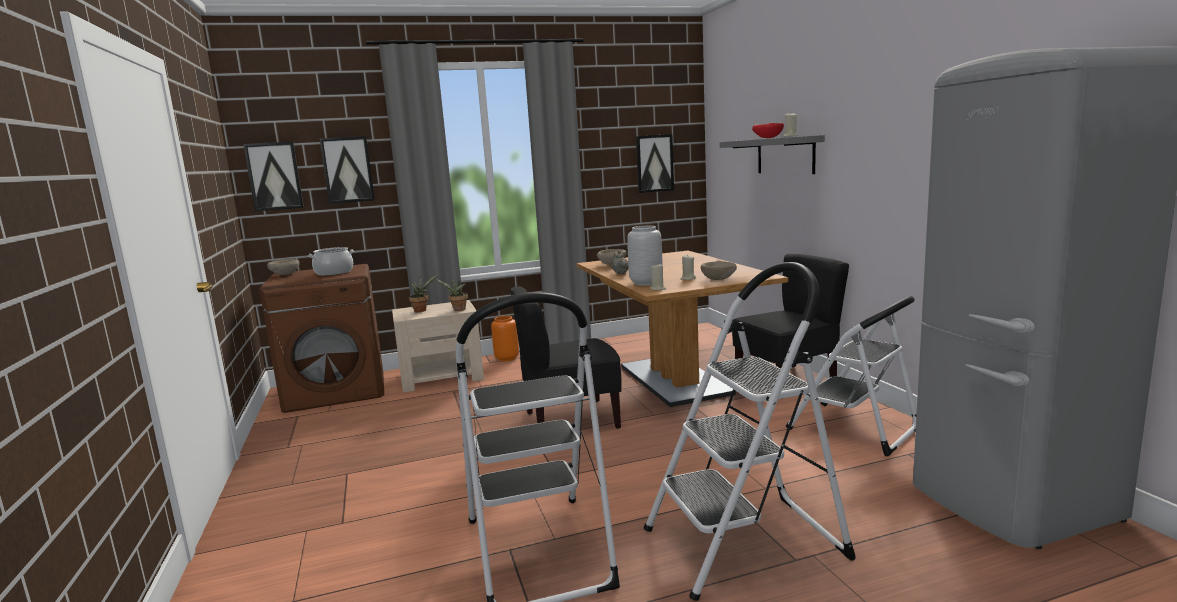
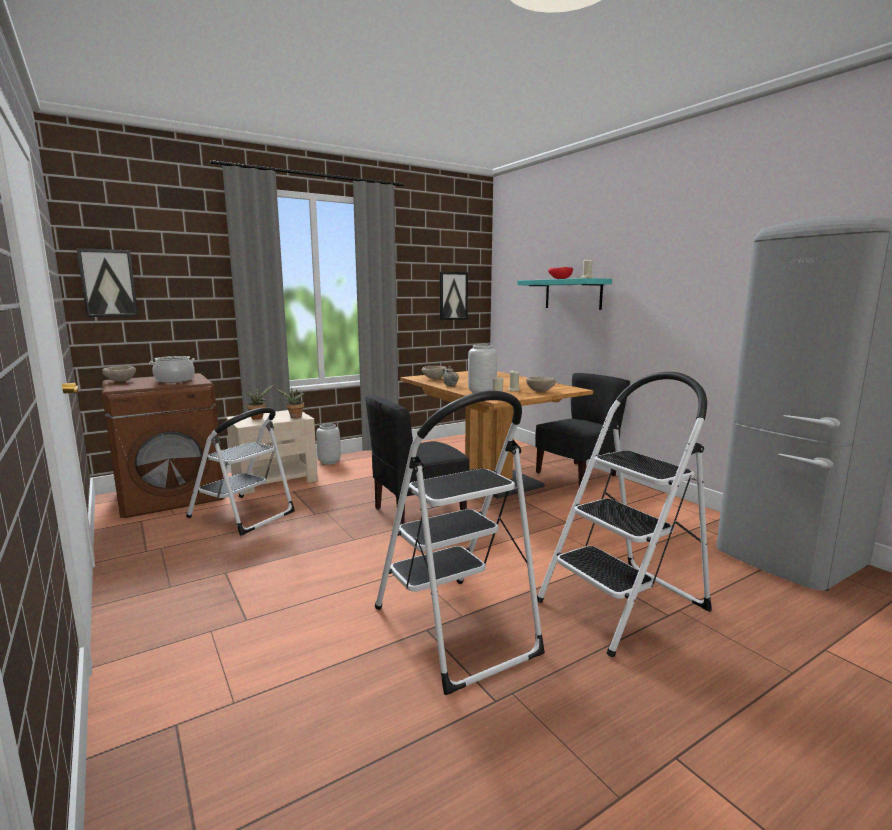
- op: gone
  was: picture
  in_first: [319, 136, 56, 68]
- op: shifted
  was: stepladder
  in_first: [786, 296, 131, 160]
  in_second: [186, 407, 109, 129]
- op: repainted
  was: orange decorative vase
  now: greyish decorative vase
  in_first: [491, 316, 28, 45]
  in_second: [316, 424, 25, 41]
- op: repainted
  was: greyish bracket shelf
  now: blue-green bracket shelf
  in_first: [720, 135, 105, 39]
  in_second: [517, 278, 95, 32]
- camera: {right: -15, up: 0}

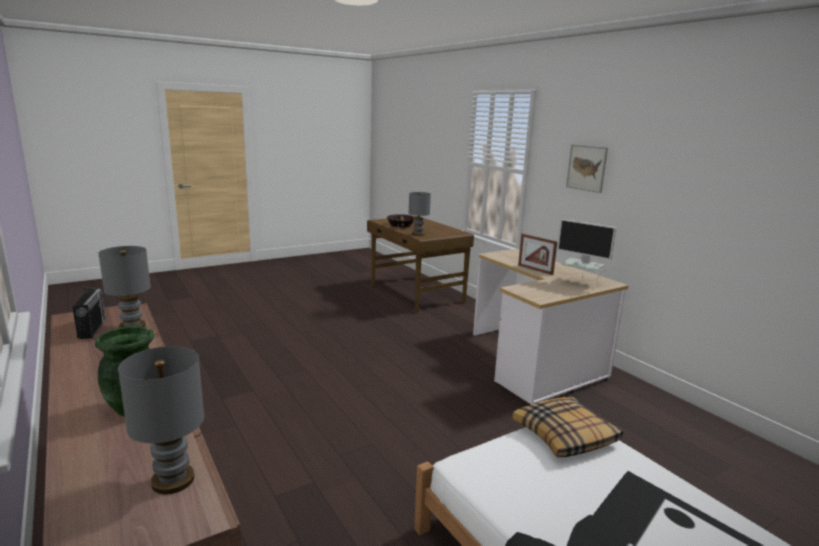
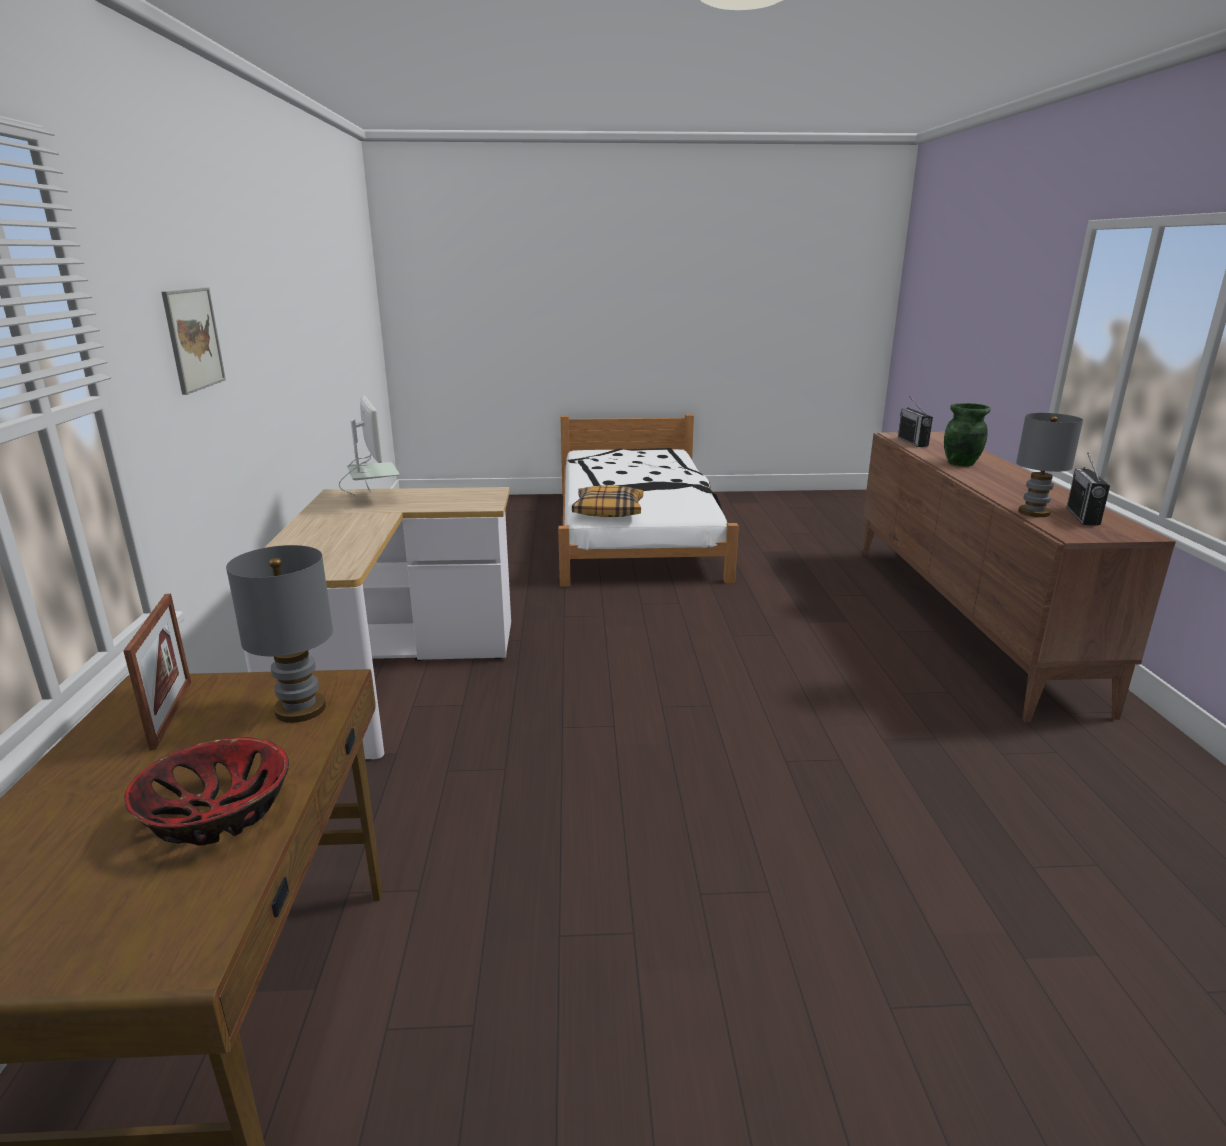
- op: shifted
  was: standing frame
  in_first: [518, 234, 39, 41]
  in_second: [123, 594, 68, 157]
- op: swapped
  was: greyish table lamp
  now: radio
  in_first: [118, 346, 86, 148]
  in_second: [898, 396, 35, 51]
- camera: {right: -150, up: 5}

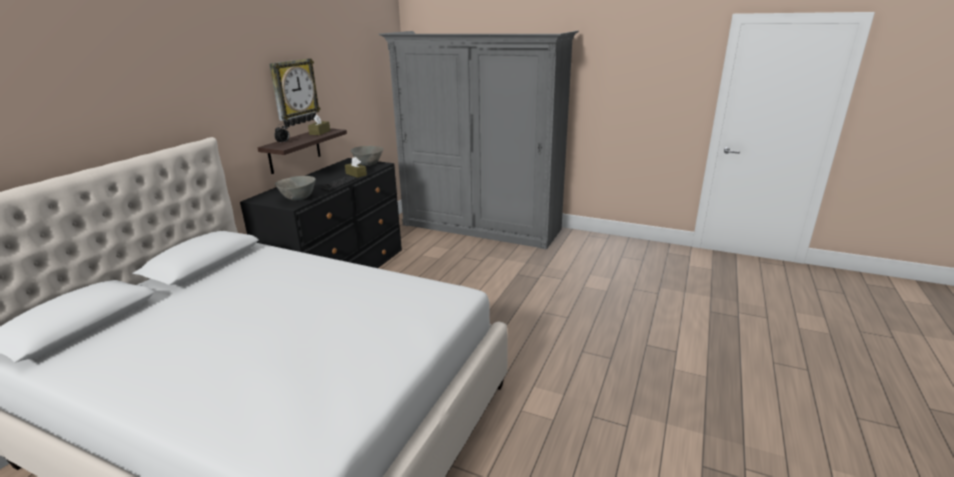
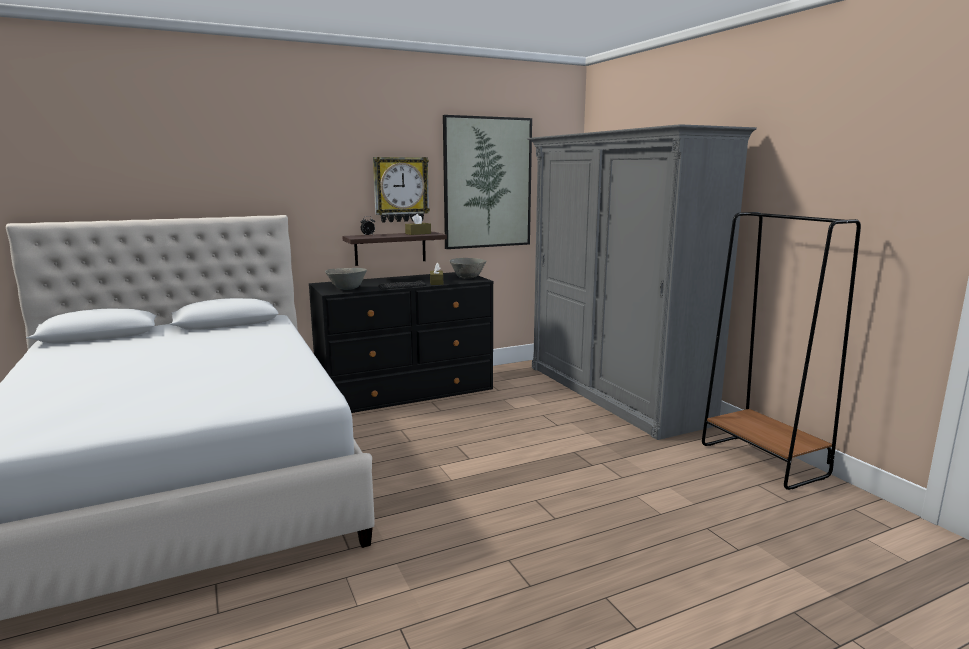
- op: new
  now: picture
  in_second: [443, 115, 89, 134]
- op: new
  now: garment rack
  in_second: [702, 212, 159, 278]
- camera: {right: 40, up: -10}

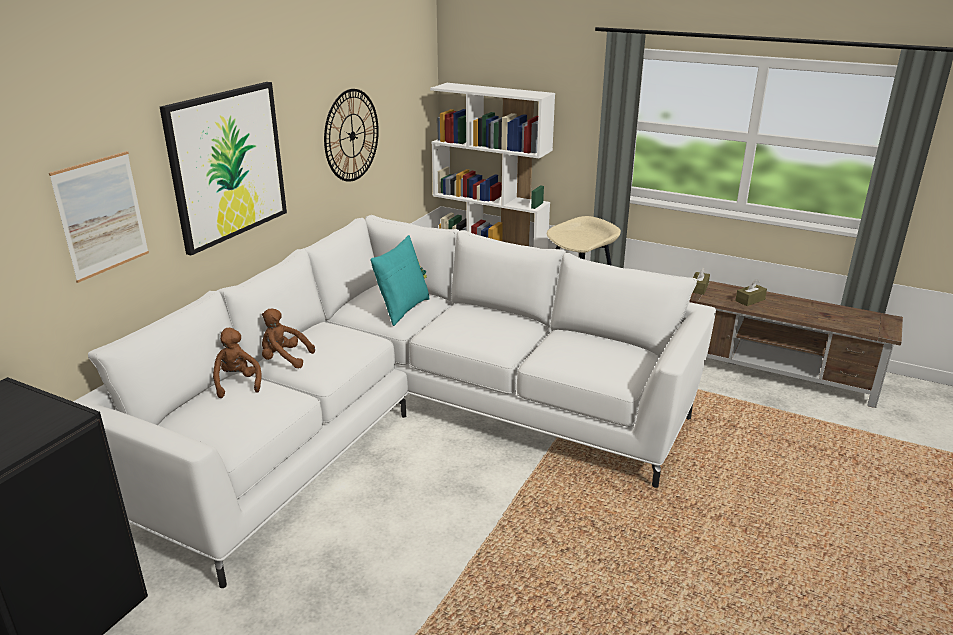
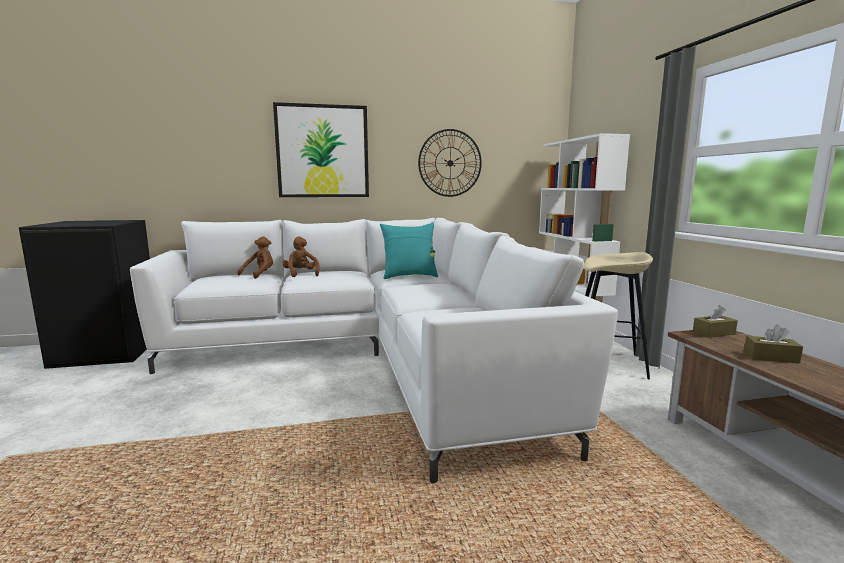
- op: gone
  was: picture
  in_first: [49, 151, 100, 132]
- camera: {right: 50, up: -15}

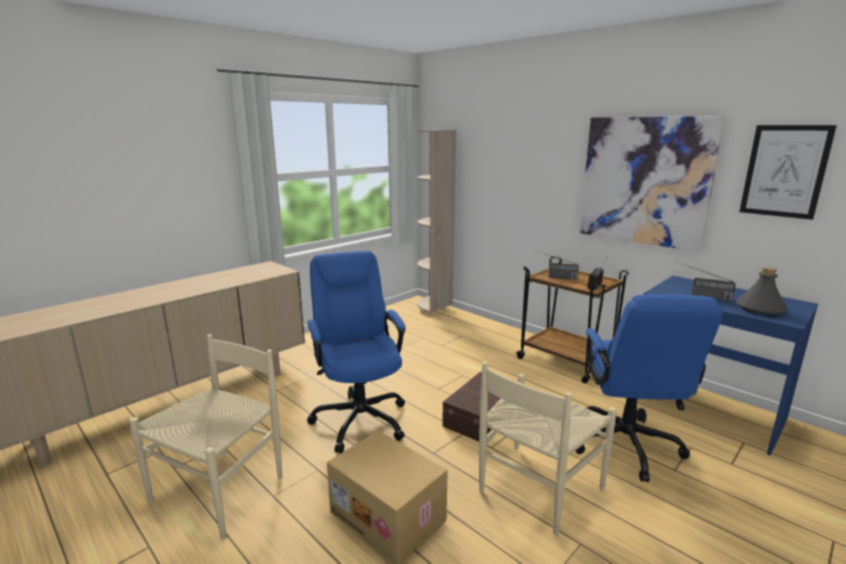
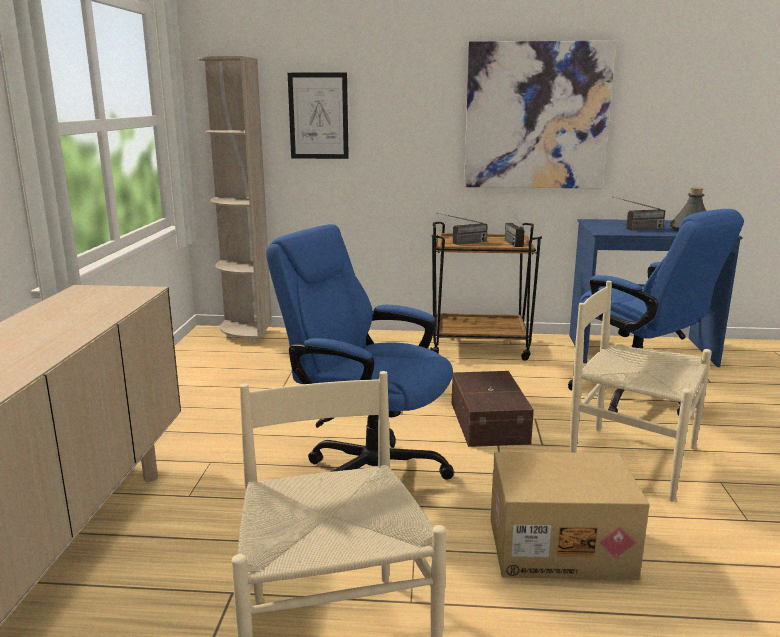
- op: shifted
  was: picture
  in_first: [739, 125, 98, 95]
  in_second: [288, 72, 61, 87]
- op: rotated
  was: sand-coloured plain chair
  in_first: [479, 362, 138, 173]
  in_second: [570, 281, 142, 221]
  clockwise: 120
- camera: {right: -40, up: 0}

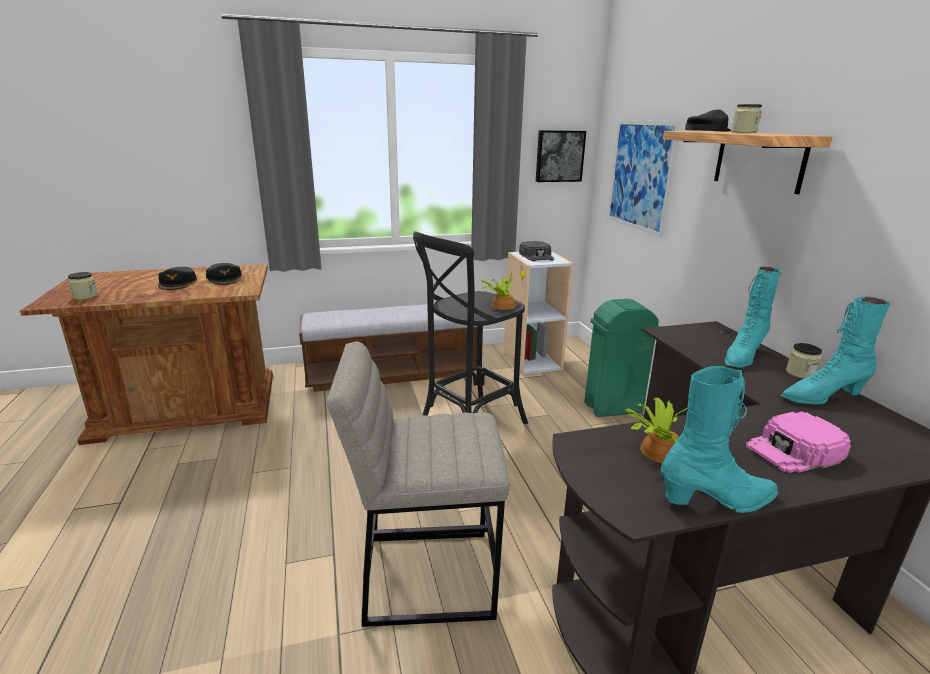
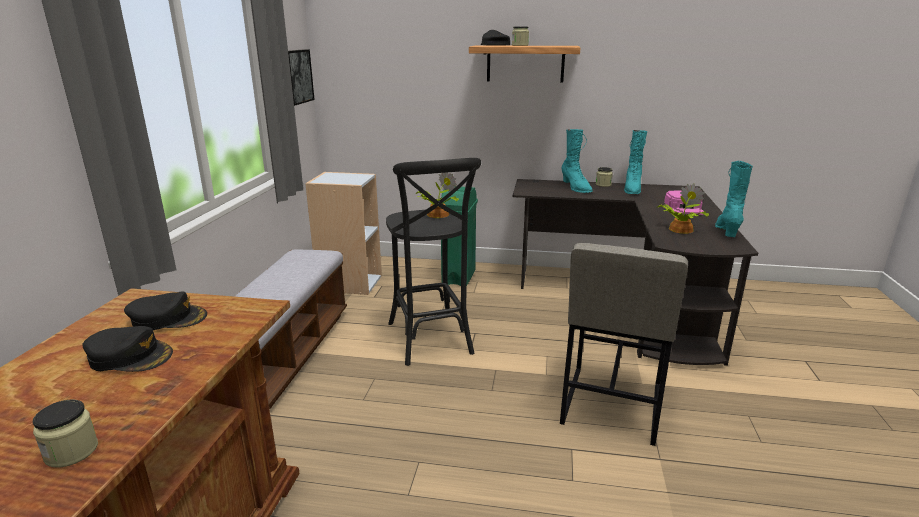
- op: gone
  was: black-coloured cap
  in_first: [519, 241, 35, 20]
- op: gone
  was: picture
  in_first: [607, 120, 74, 117]
- camera: {right: -65, up: 0}

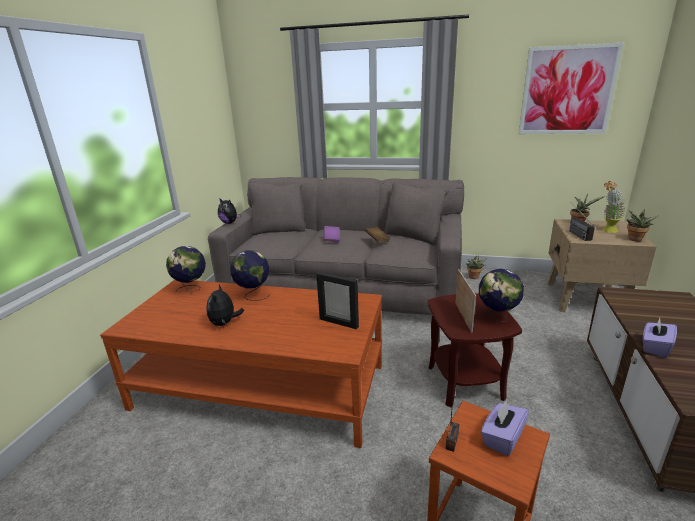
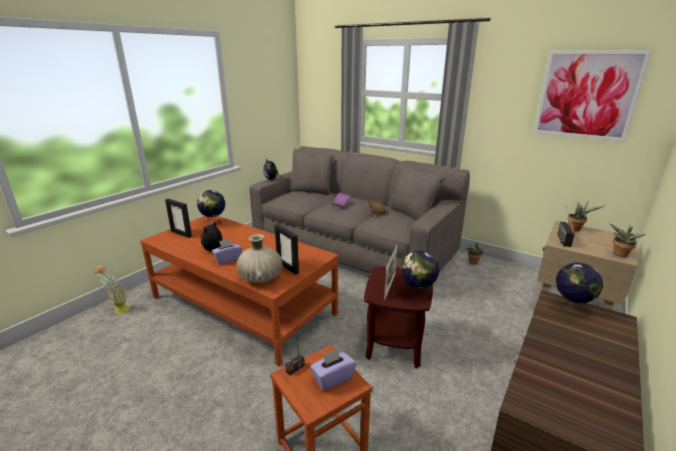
- op: new
  now: standing frame
  in_second: [165, 199, 27, 39]
- op: new
  now: sand-coloured decorative vase
  in_second: [236, 234, 47, 49]
- op: shifted
  was: world globe
  in_first: [230, 250, 40, 51]
  in_second: [556, 262, 47, 55]
- op: shifted
  was: potted plant
  in_first: [602, 181, 23, 52]
  in_second: [95, 266, 35, 48]
- op: shifted
  was: purple tissue holder
  in_first: [643, 318, 34, 40]
  in_second: [212, 239, 30, 25]
- camera: {right: 20, up: 0}

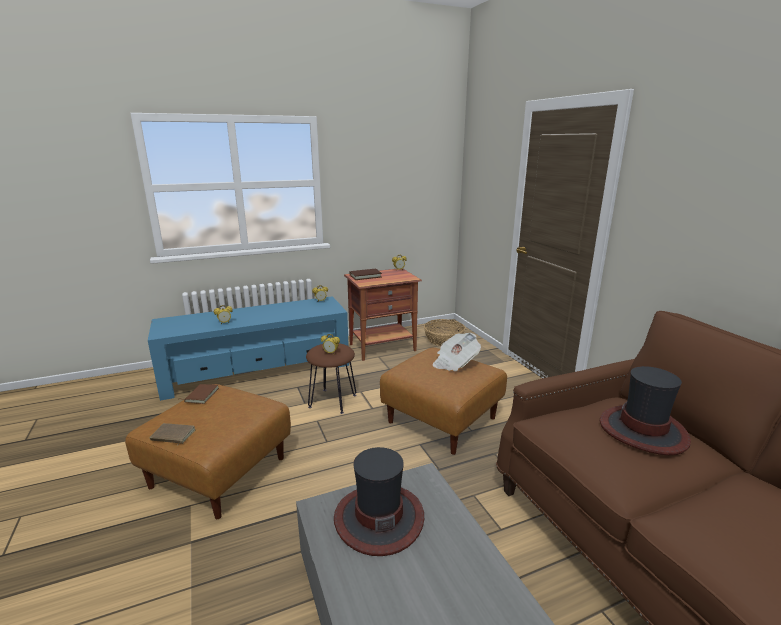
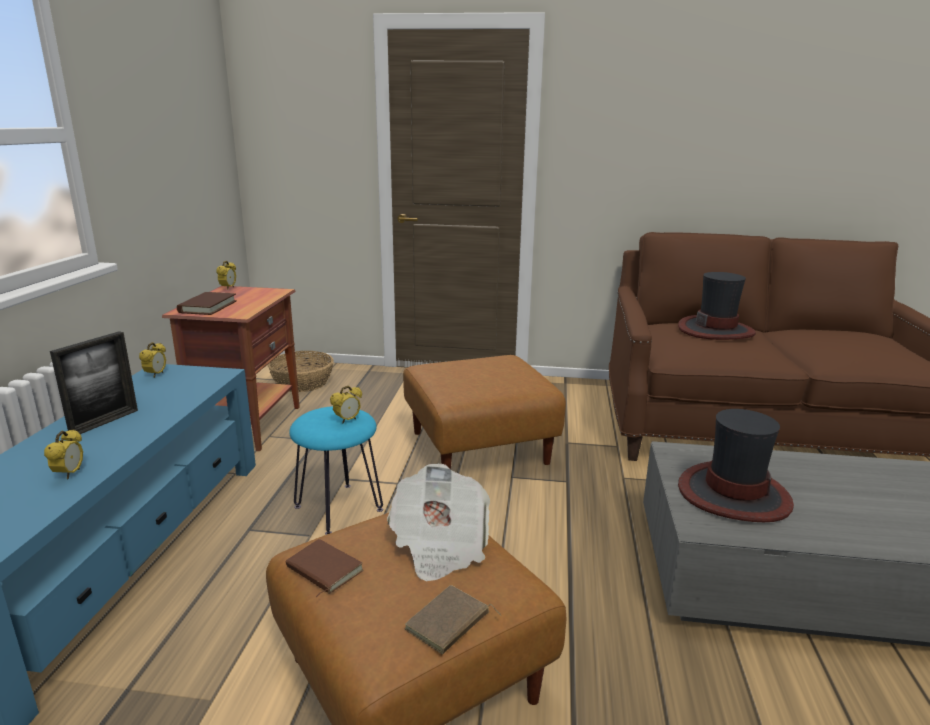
- op: new
  now: standing frame
  in_second: [50, 331, 88, 103]
- op: shifted
  was: daily paper
  in_first: [433, 333, 48, 39]
  in_second: [387, 463, 103, 118]
- op: repainted
  was: brown-coloured stool seat
  now: blue-green stool seat
  in_first: [306, 343, 50, 71]
  in_second: [289, 406, 94, 129]
- camera: {right: -60, up: 0}

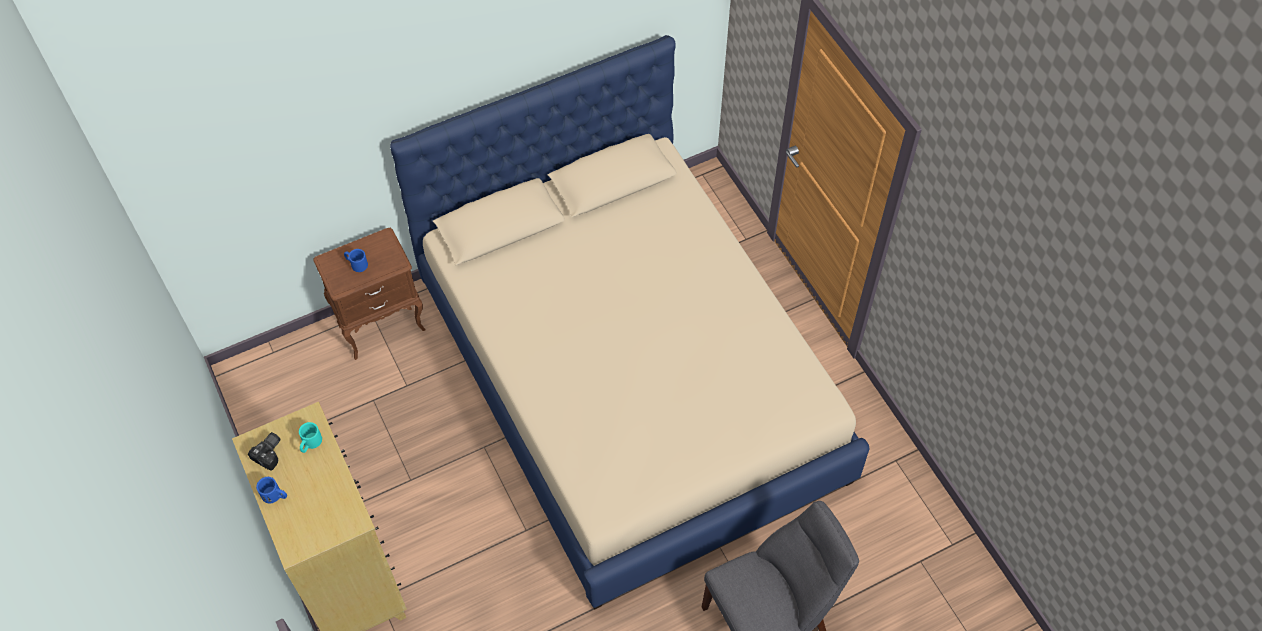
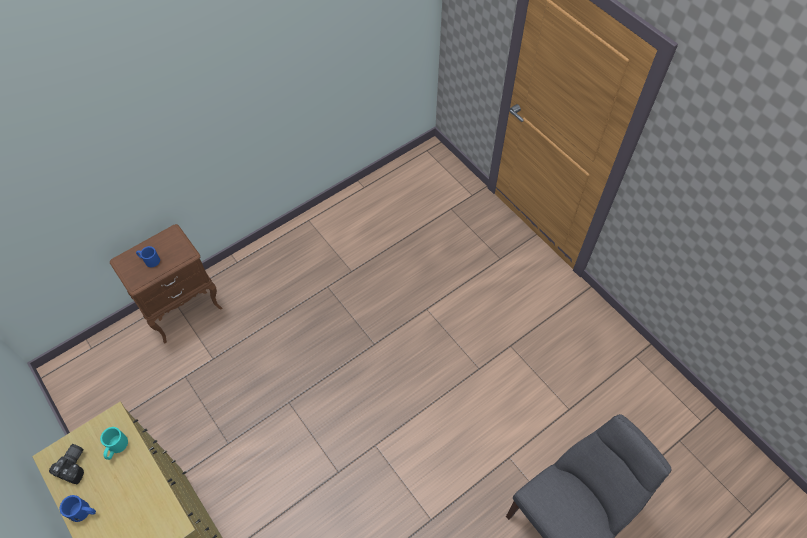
- op: gone
  was: sand-coloured bed
  in_first: [390, 35, 480, 575]
- camera: {right: -10, up: 0}

